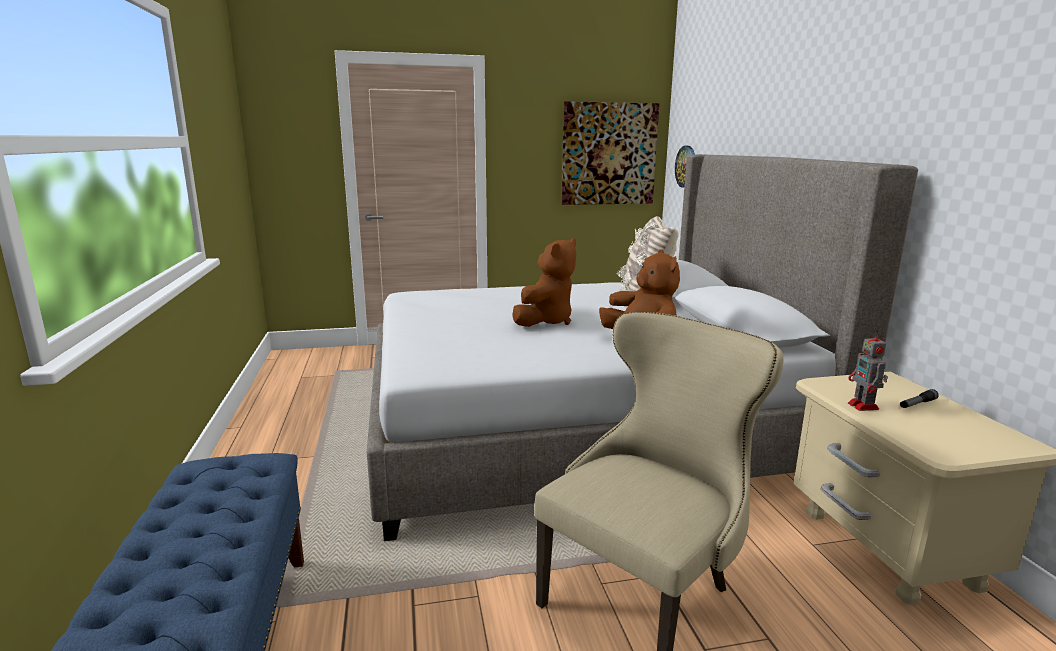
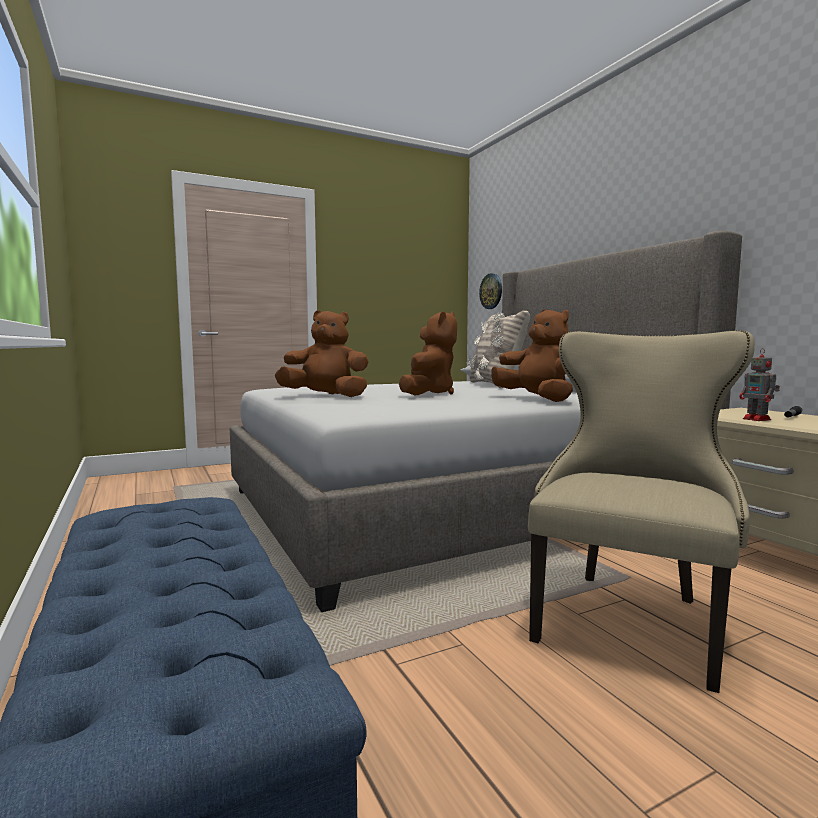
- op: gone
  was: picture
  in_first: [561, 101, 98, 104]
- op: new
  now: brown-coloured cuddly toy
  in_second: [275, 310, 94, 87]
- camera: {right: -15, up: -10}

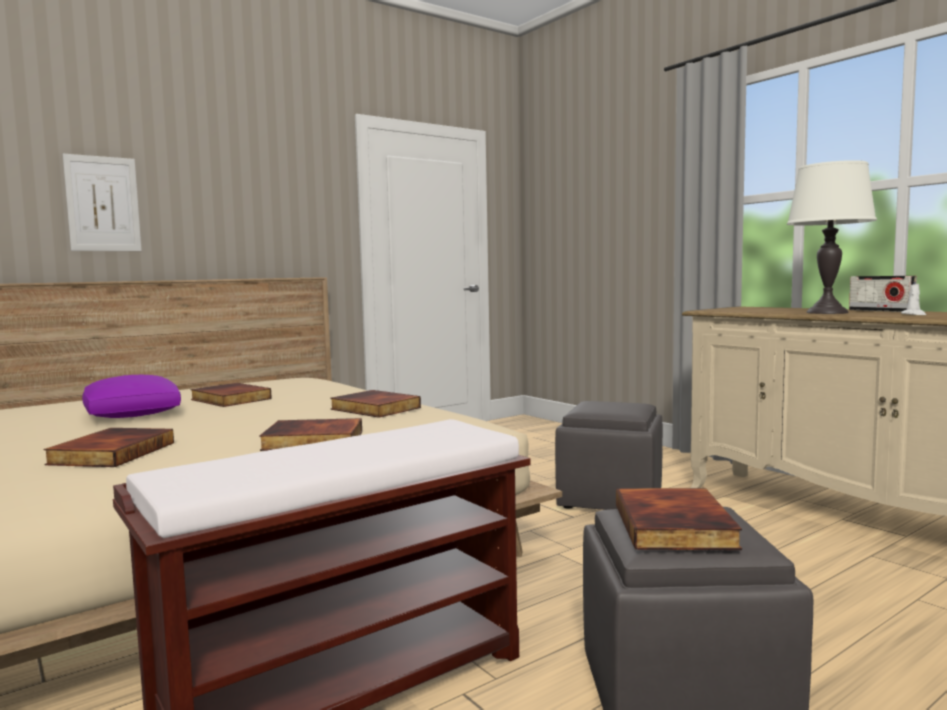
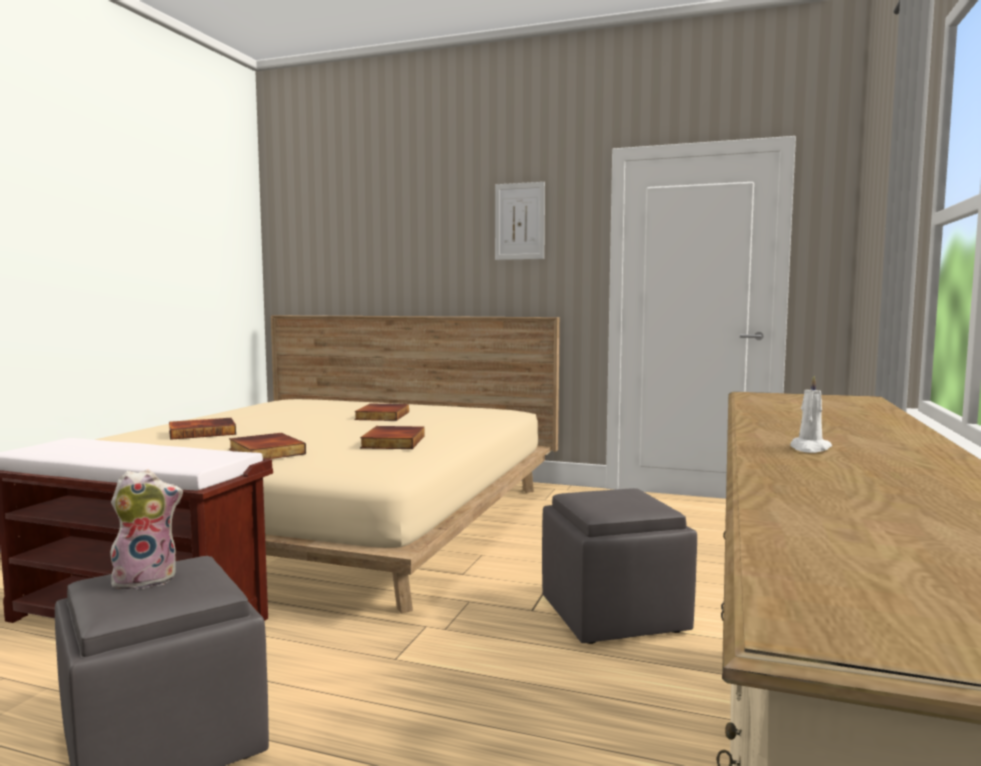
- op: gone
  was: purple throw pillow
  in_first: [82, 375, 99, 43]
- op: gone
  was: white-coloured table lamp
  in_first: [787, 160, 90, 154]
- op: gone
  was: radio
  in_first: [849, 276, 68, 36]
- op: shifted
  was: picture
  in_first: [63, 154, 79, 97]
  in_second: [495, 182, 50, 78]
- op: swapped
  was: bound book
  now: cuddly toy
  in_first: [616, 488, 126, 62]
  in_second: [110, 470, 73, 119]
- camera: {right: 55, up: 0}

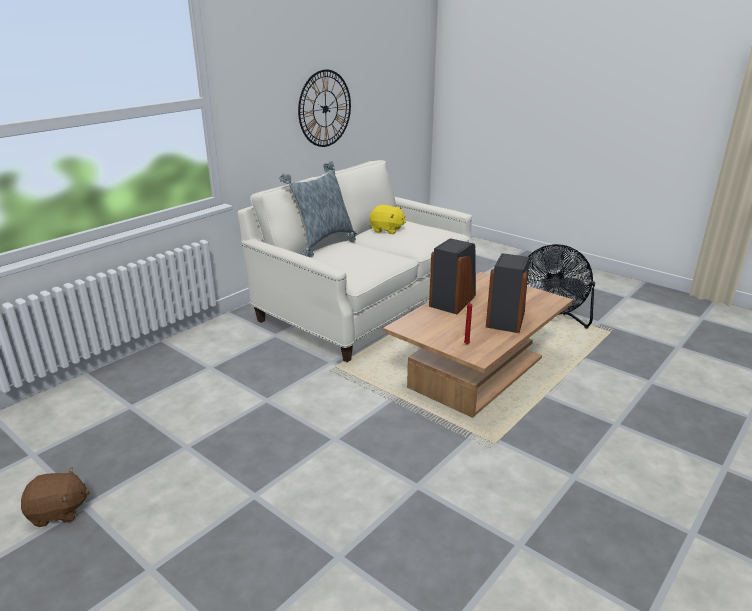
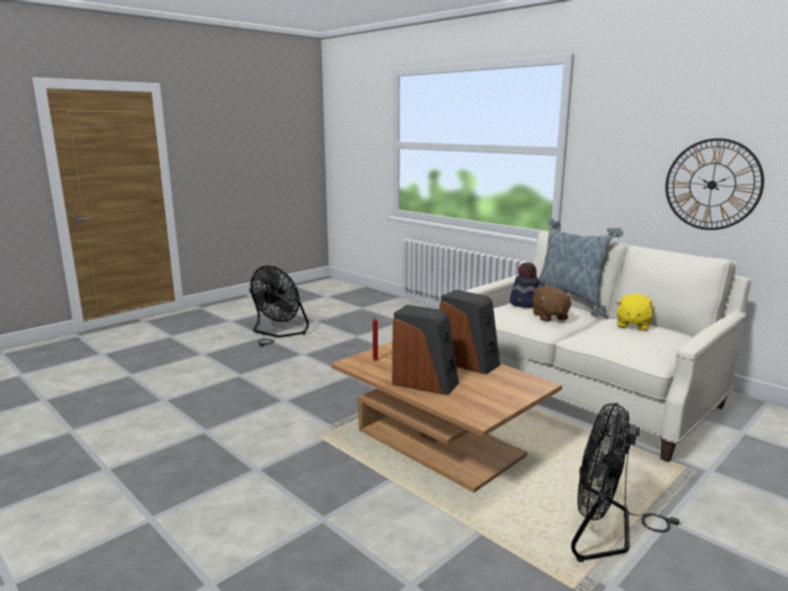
- op: new
  now: black-coloured fan
  in_second: [249, 266, 60, 81]
- op: new
  now: wearable hat
  in_second: [510, 263, 32, 45]
- op: shifted
  was: brown-coloured cuddly toy
  in_first: [21, 467, 69, 60]
  in_second: [532, 286, 42, 36]
- camera: {right: 95, up: -10}

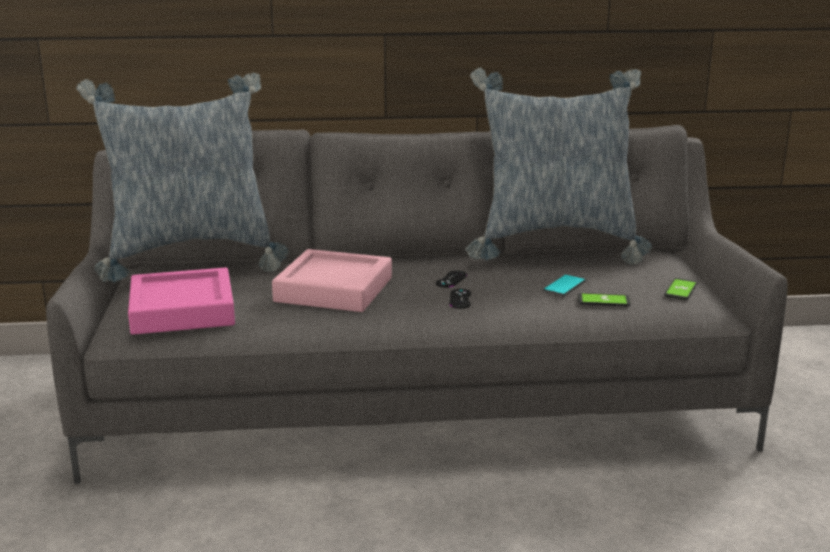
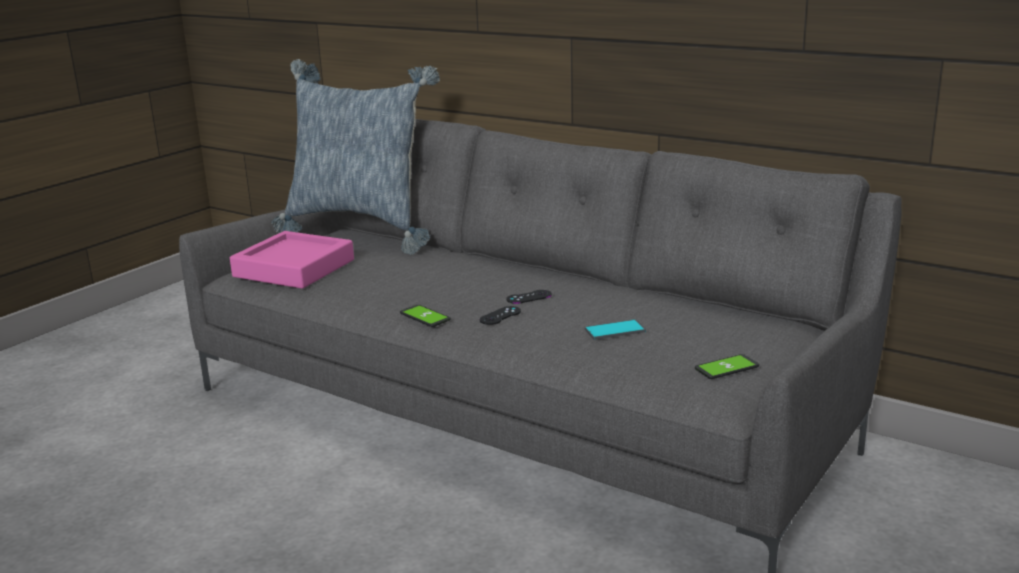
- op: gone
  was: pinkish tray
  in_first: [272, 249, 120, 63]
- op: gone
  was: throw pillow
  in_first: [465, 68, 188, 197]
- op: shifted
  was: handset
  in_first: [578, 293, 53, 13]
  in_second: [400, 305, 51, 22]
- camera: {right: 40, up: 0}

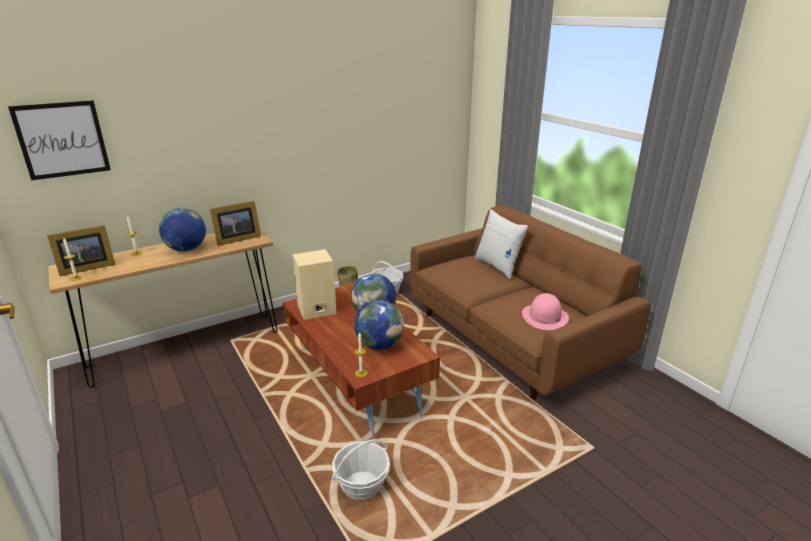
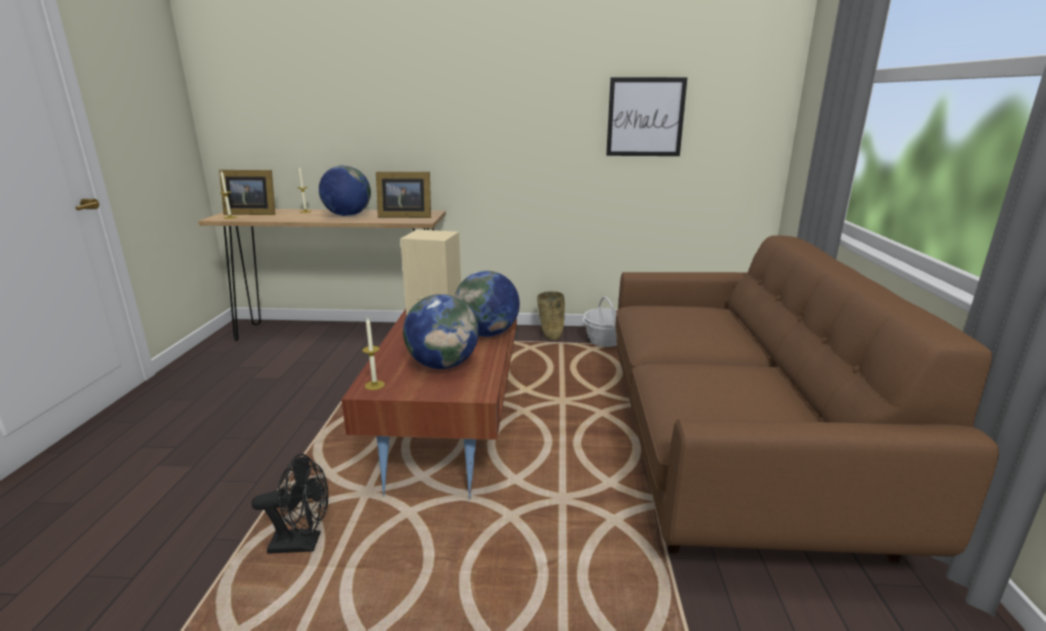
- op: gone
  was: greyish throw pillow
  in_first: [475, 209, 53, 71]
- op: gone
  was: pinkish wearable hat
  in_first: [522, 293, 47, 37]
- op: shifted
  was: picture
  in_first: [8, 100, 103, 80]
  in_second: [606, 77, 82, 79]
- op: swapped
  was: storage basket
  now: black-coloured fan
  in_first: [332, 439, 58, 61]
  in_second: [251, 454, 77, 100]
- camera: {right: 35, up: -5}

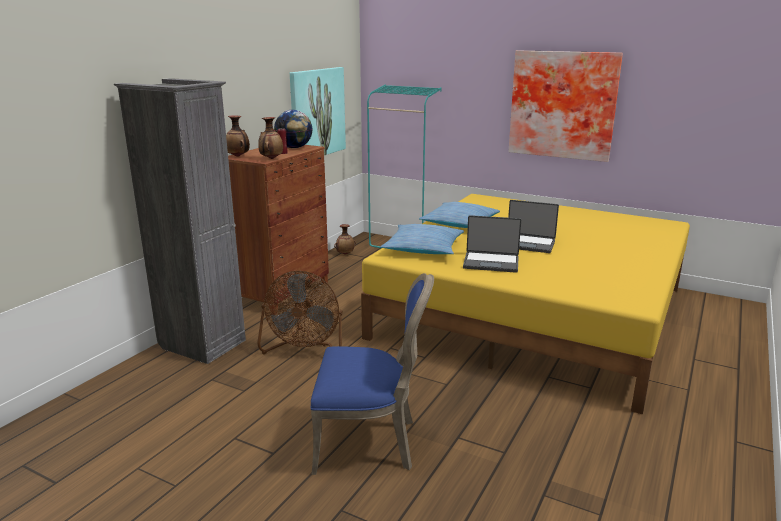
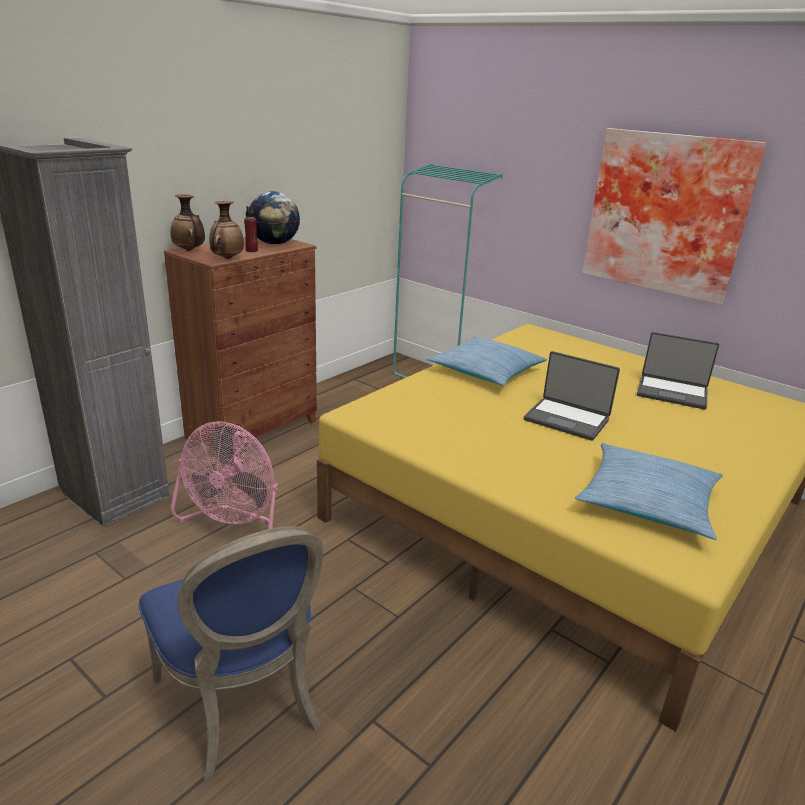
- op: gone
  was: picture
  in_first: [290, 67, 56, 88]
- op: gone
  was: decorative vase
  in_first: [334, 224, 22, 31]
- op: shifted
  was: throw pillow
  in_first: [380, 224, 84, 30]
  in_second: [575, 443, 148, 97]
- op: shifted
  was: laptop
  in_first: [463, 215, 58, 58]
  in_second: [637, 332, 82, 77]
- op: repainted
  was: brown-coloured fan
  now: pinkish fan
  in_first: [257, 271, 85, 84]
  in_second: [171, 422, 107, 107]
- op: rotated
  was: blue plain chair
  in_first: [310, 273, 124, 202]
  in_second: [138, 526, 185, 253]
  clockwise: 45
- camera: {right: 10, up: 5}

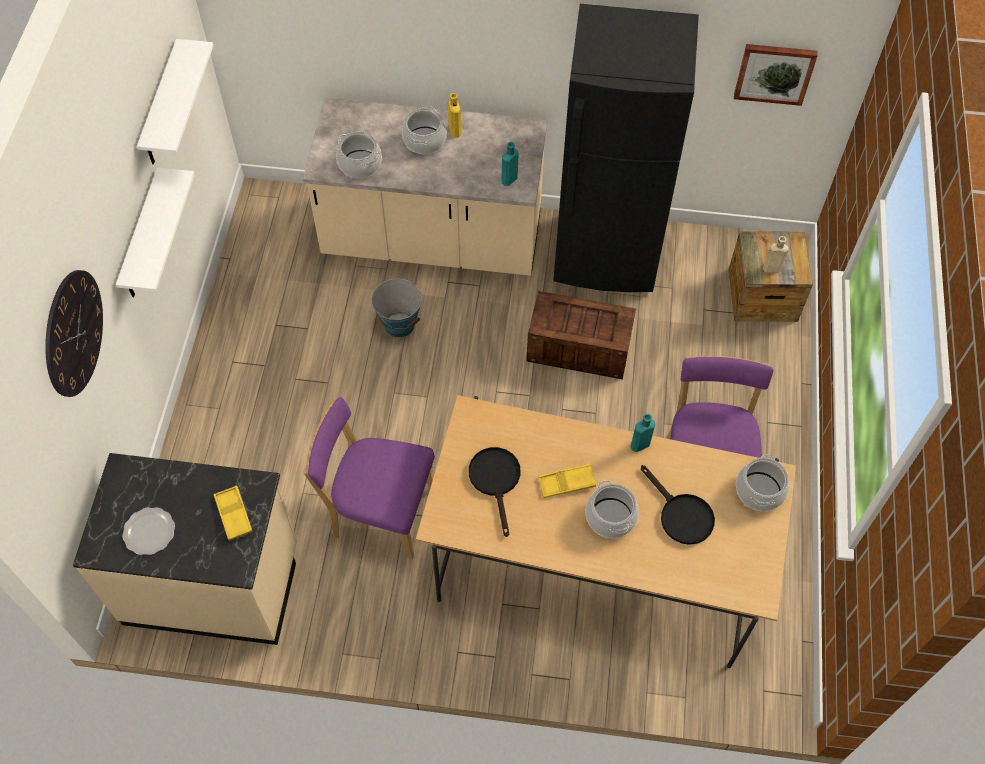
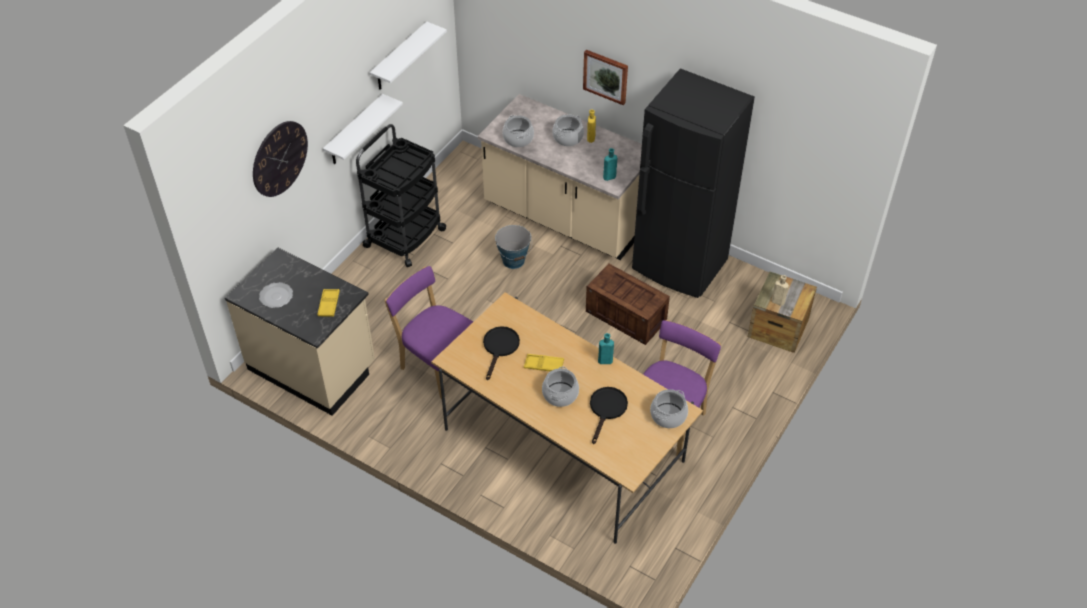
- op: new
  now: black-coloured wheeled cart
  in_second: [356, 124, 90, 143]
- op: shifted
  was: picture
  in_first: [734, 44, 84, 62]
  in_second: [583, 50, 45, 55]
- op: rotated
  was: black-coloured skillet
  in_first: [641, 465, 74, 80]
  in_second: [590, 387, 38, 57]
  clockwise: -150
- camera: {right: 25, up: -10}

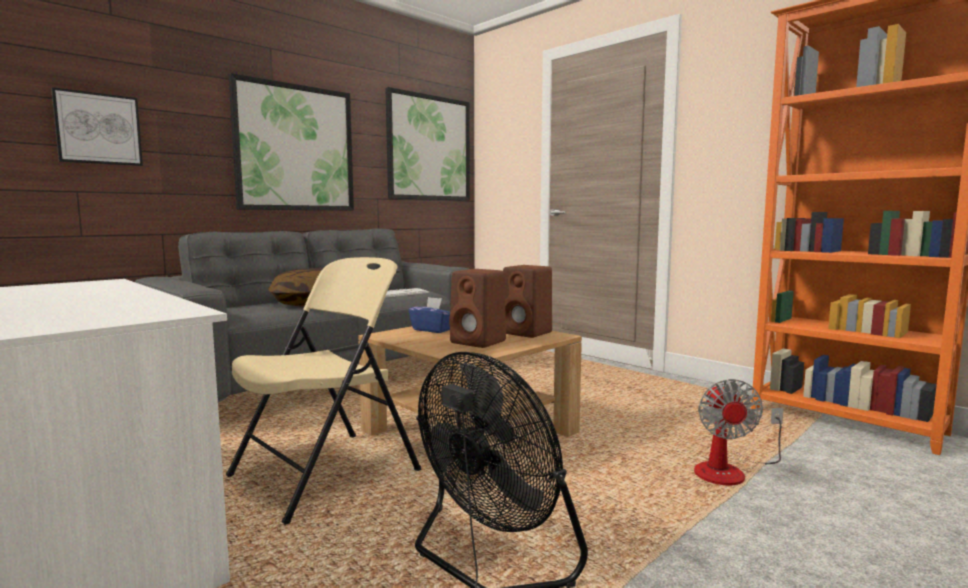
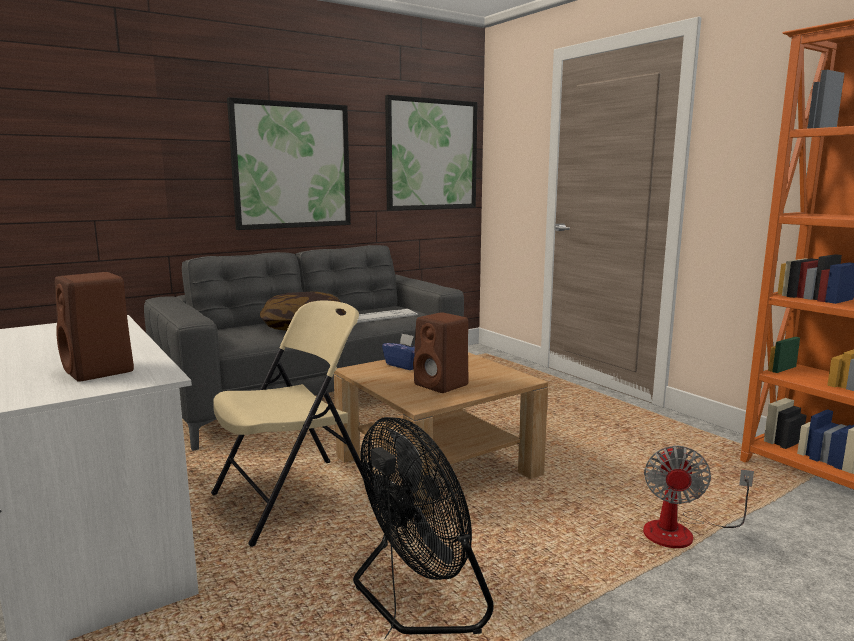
- op: gone
  was: picture
  in_first: [51, 87, 92, 79]
- op: shifted
  was: brown-coloured speaker
  in_first: [503, 265, 49, 73]
  in_second: [55, 272, 79, 110]
- camera: {right: 10, up: 5}

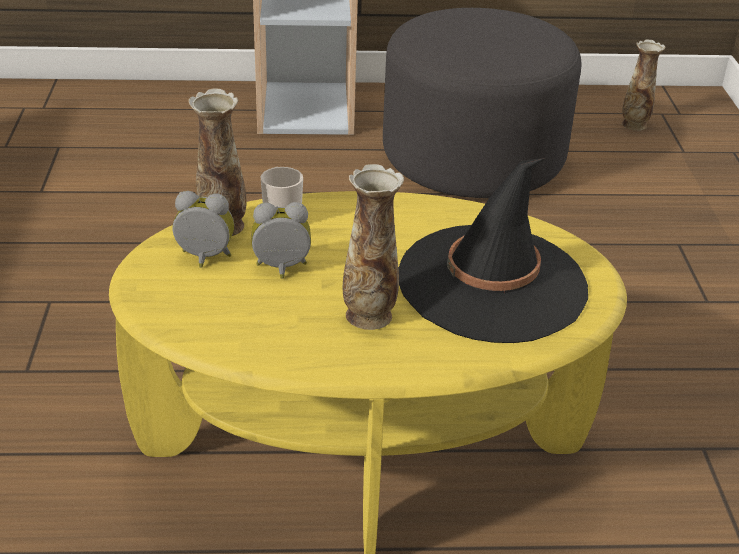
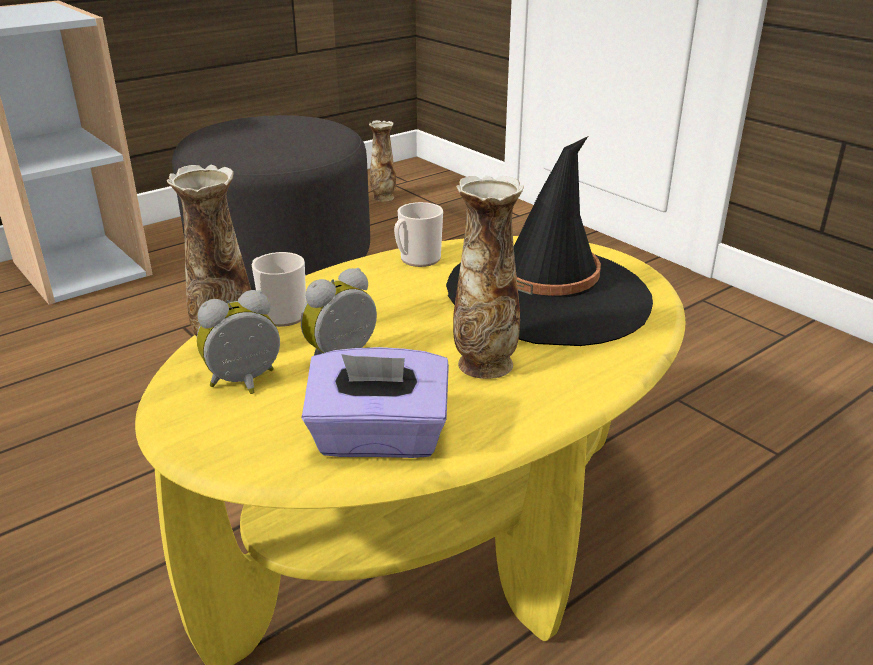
- op: new
  now: purple tissue holder
  in_second: [302, 347, 147, 111]
- op: new
  now: mug
  in_second: [394, 202, 49, 65]
- camera: {right: -35, up: -5}

